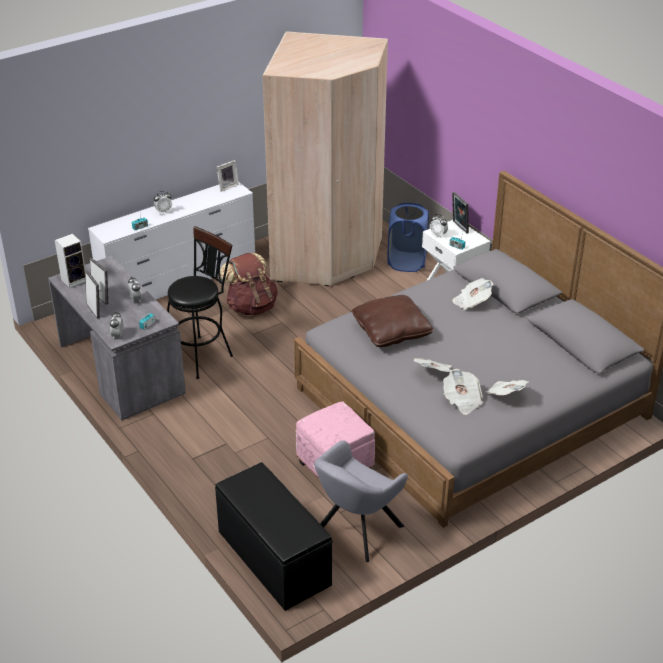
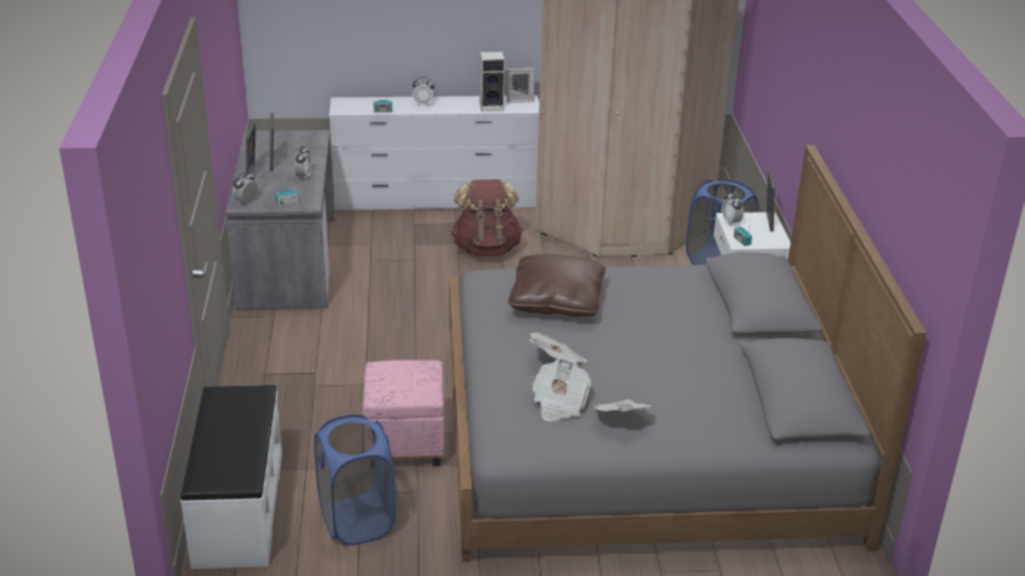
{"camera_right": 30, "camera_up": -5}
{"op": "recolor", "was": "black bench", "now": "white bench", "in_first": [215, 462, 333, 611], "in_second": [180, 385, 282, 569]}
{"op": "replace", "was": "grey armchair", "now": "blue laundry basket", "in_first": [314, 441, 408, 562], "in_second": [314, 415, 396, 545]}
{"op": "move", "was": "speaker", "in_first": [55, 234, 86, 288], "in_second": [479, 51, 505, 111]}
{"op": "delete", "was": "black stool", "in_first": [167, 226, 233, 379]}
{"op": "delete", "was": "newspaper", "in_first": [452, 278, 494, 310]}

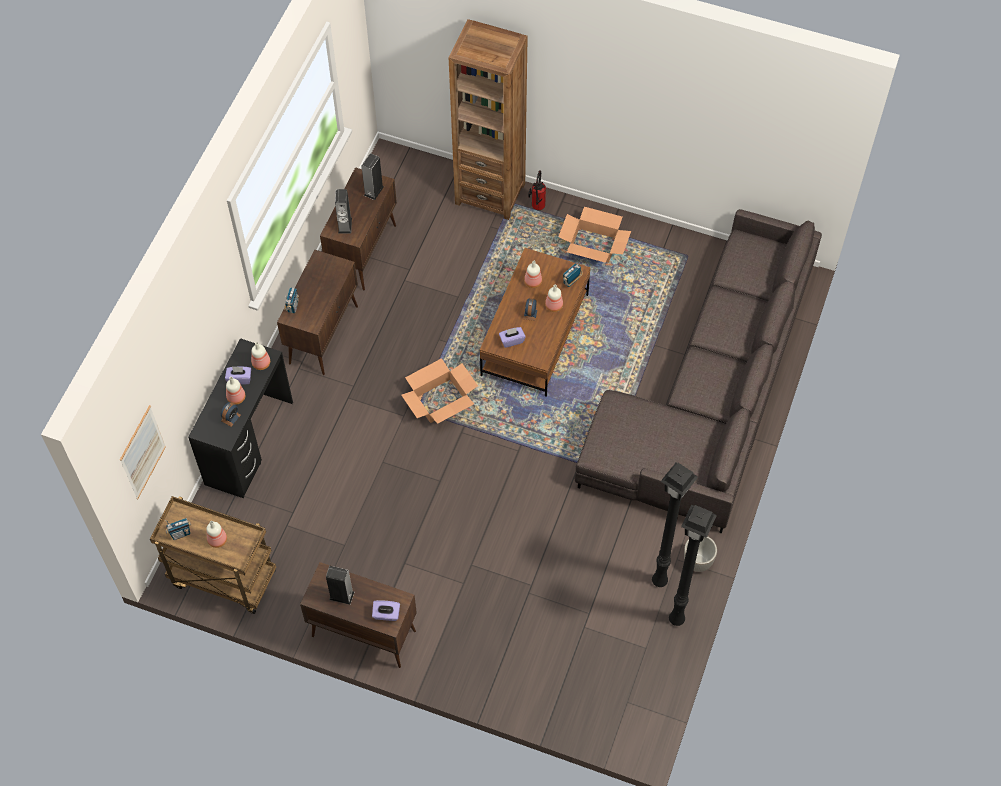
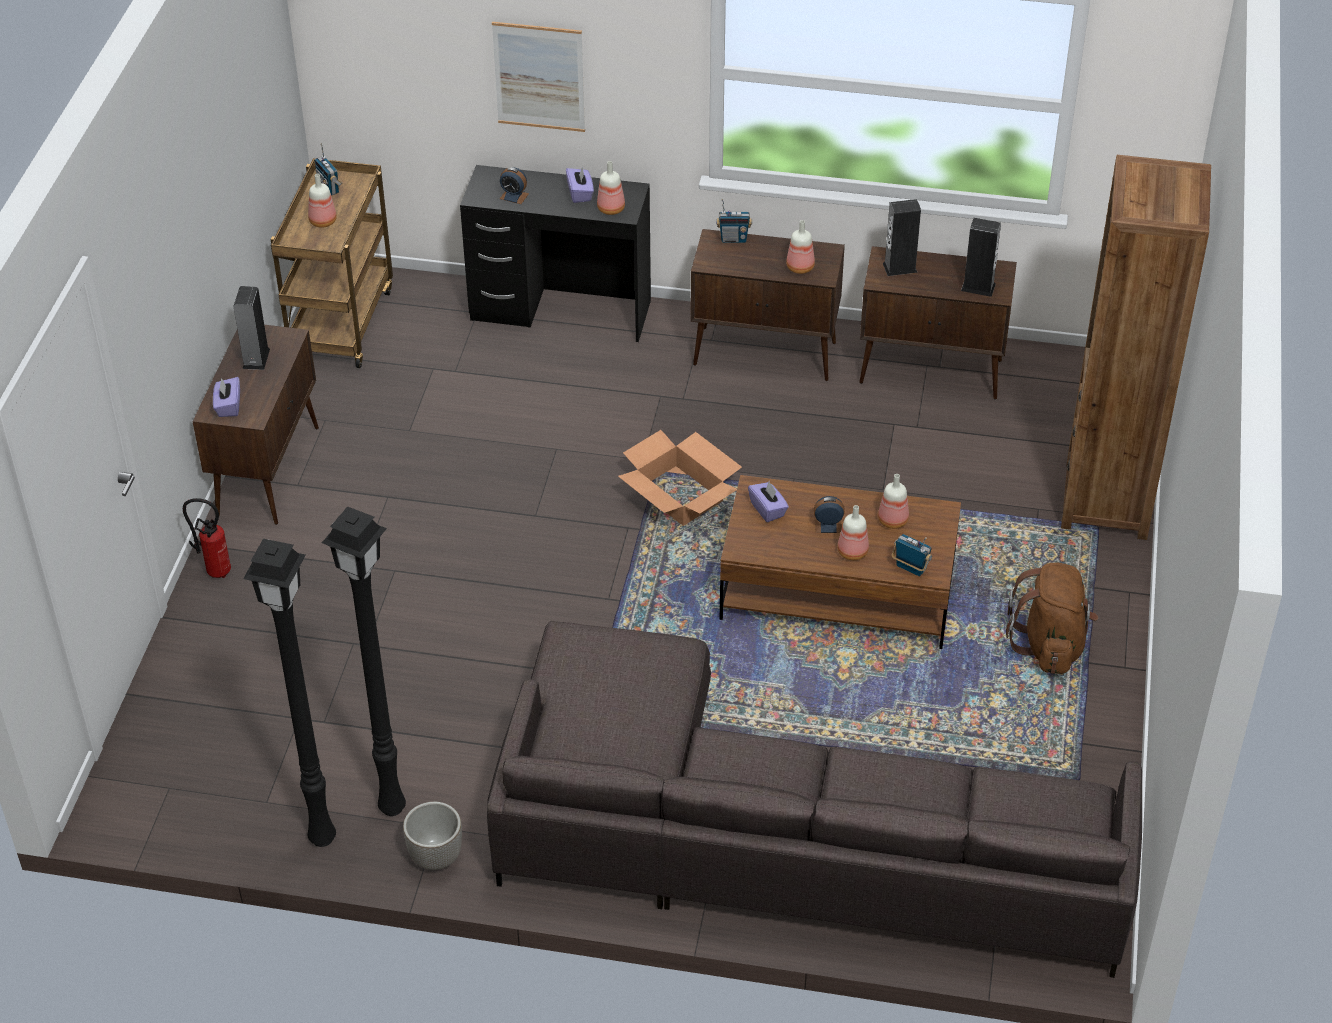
{"camera_right": 80, "camera_up": -15}
{"op": "move", "was": "fire extinguisher", "in_first": [528, 170, 546, 210], "in_second": [183, 498, 231, 578]}
{"op": "move", "was": "picture", "in_first": [120, 405, 166, 500], "in_second": [492, 22, 585, 132]}
{"op": "move", "was": "bottle", "in_first": [226, 377, 245, 405], "in_second": [786, 220, 815, 274]}
{"op": "replace", "was": "cardboard box", "now": "brown backpack", "in_first": [558, 207, 631, 263], "in_second": [1006, 562, 1098, 674]}

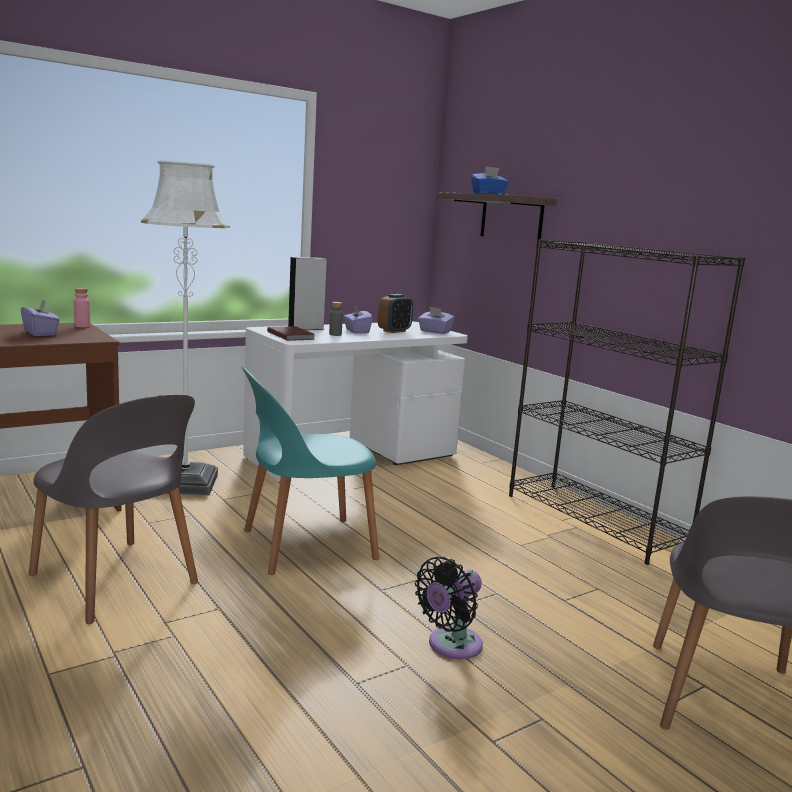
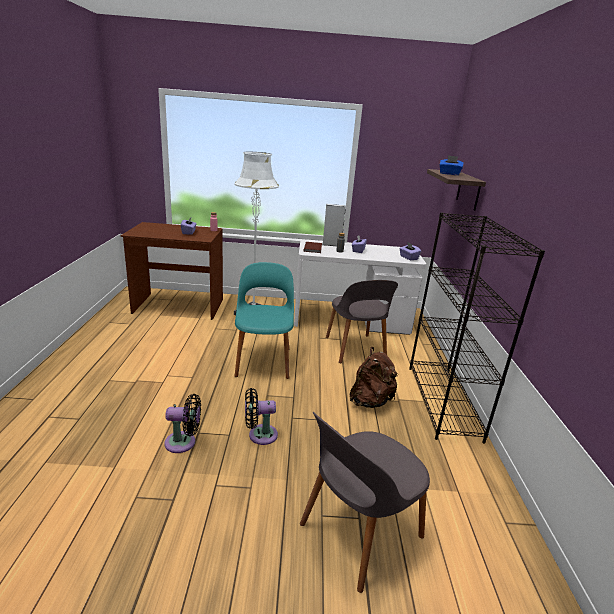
{"camera_right": 35, "camera_up": 10}
{"op": "insert", "now": "black fan", "in_second": [164, 394, 201, 453]}
{"op": "rotate", "was": "turquoise chair", "in_first": [242, 367, 379, 575], "in_second": [235, 262, 294, 379], "clockwise": 75}
{"op": "move", "was": "grey chair", "in_first": [29, 394, 198, 624], "in_second": [326, 280, 398, 363]}
{"op": "insert", "now": "brown backpack", "in_second": [349, 347, 399, 408]}
{"op": "delete", "was": "alarm clock", "in_first": [378, 294, 413, 333]}

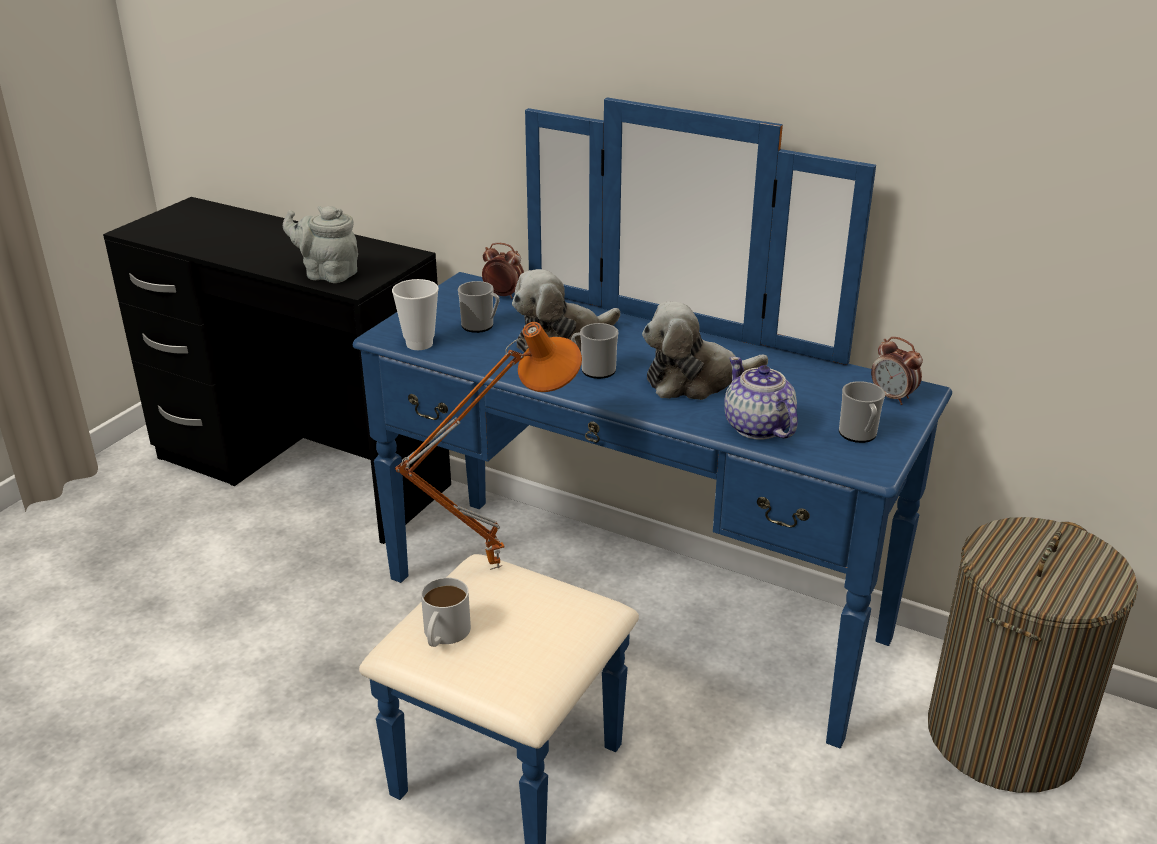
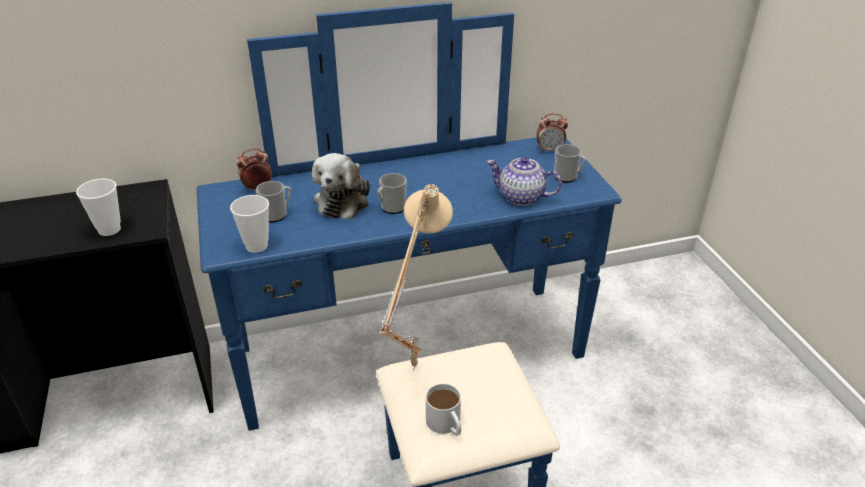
{"camera_right": -45, "camera_up": 5}
{"op": "replace", "was": "grey teapot", "now": "cup", "in_first": [283, 206, 358, 283], "in_second": [76, 179, 121, 236]}
{"op": "recolor", "was": "orange table lamp", "now": "beige table lamp", "in_first": [395, 322, 582, 570], "in_second": [380, 184, 453, 370]}
{"op": "delete", "was": "plush toy", "in_first": [642, 301, 768, 400]}
{"op": "delete", "was": "laundry basket", "in_first": [928, 517, 1138, 793]}

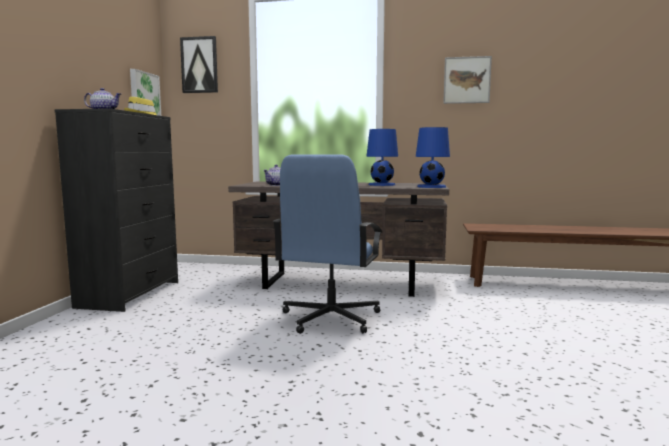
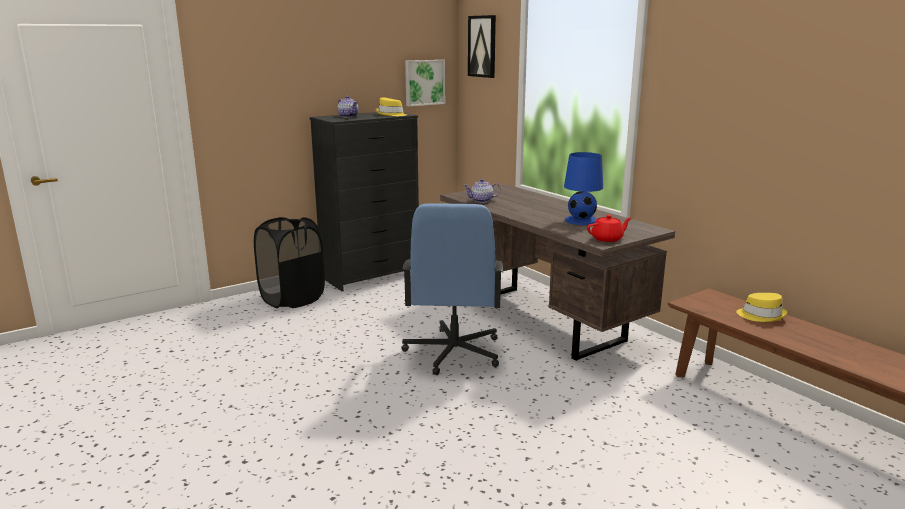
{"camera_right": 45, "camera_up": 10}
{"op": "insert", "now": "black laundry basket", "in_second": [254, 217, 325, 308]}
{"op": "rotate", "was": "blue office chair", "in_first": [273, 154, 382, 334], "in_second": [402, 203, 503, 375], "clockwise": -60}
{"op": "replace", "was": "blue table lamp", "now": "red teapot", "in_first": [416, 127, 450, 188], "in_second": [587, 215, 632, 242]}
{"op": "insert", "now": "yellow hat", "in_second": [736, 293, 787, 322]}
{"op": "delete", "was": "picture", "in_first": [443, 56, 492, 104]}

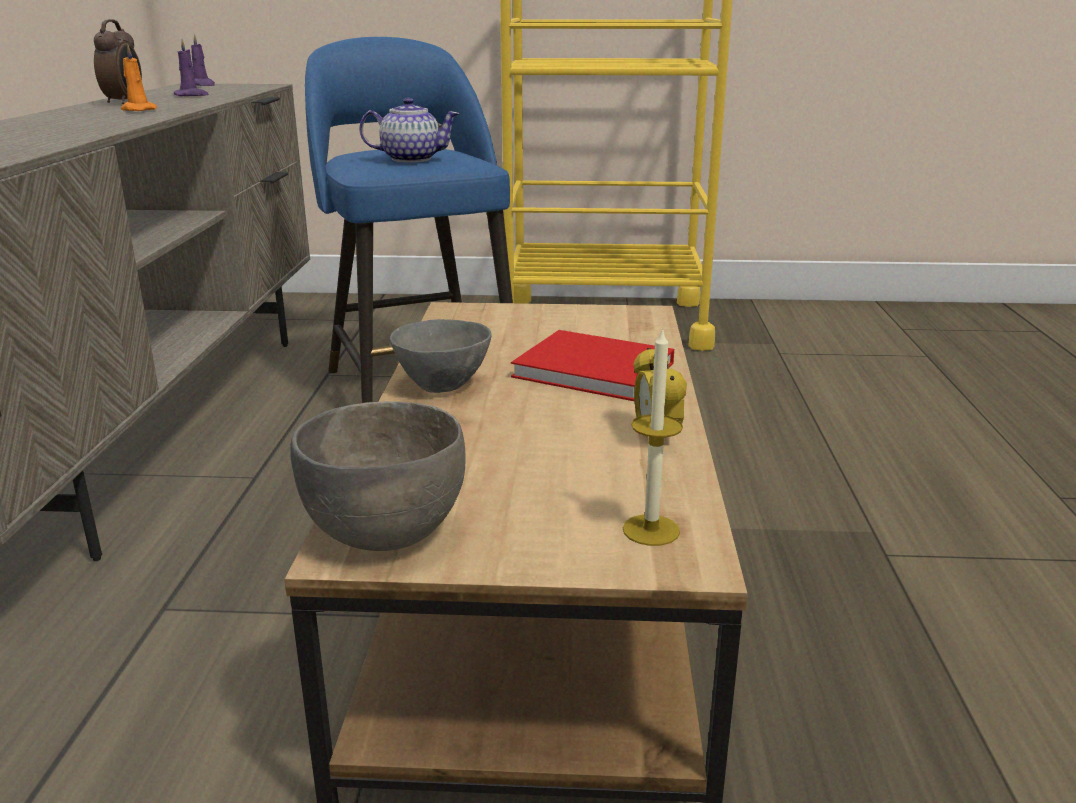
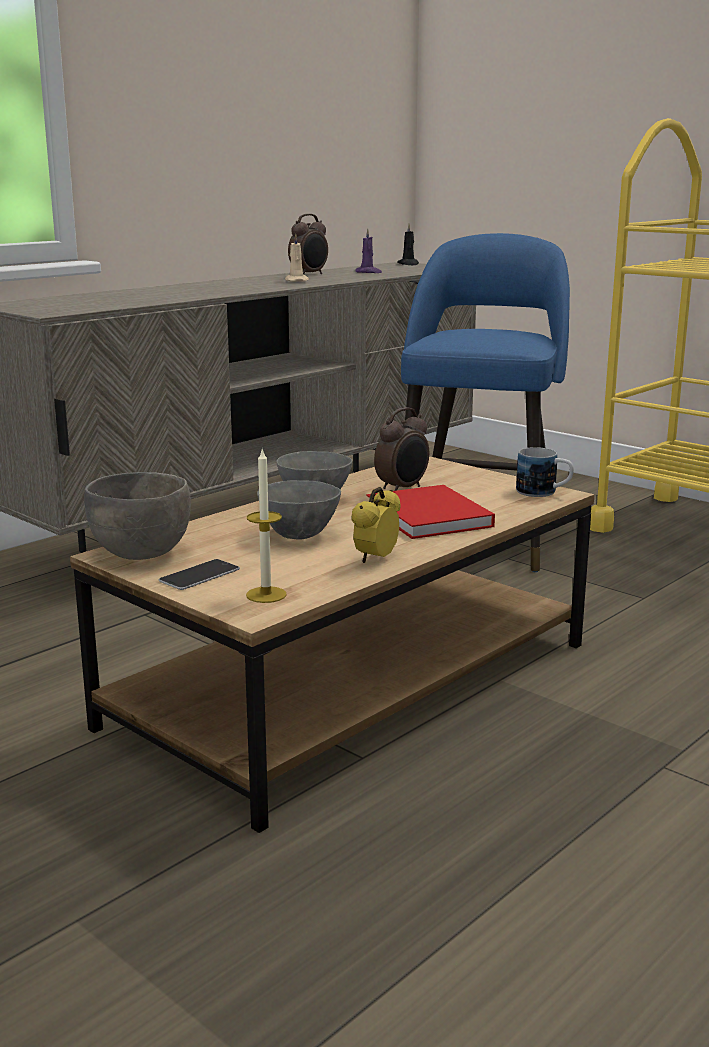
{"camera_right": 40, "camera_up": -5}
{"op": "insert", "now": "phone", "in_second": [159, 559, 240, 590]}
{"op": "insert", "now": "grey bowl", "in_second": [257, 480, 341, 540]}
{"op": "recolor", "was": "orange candle", "now": "beige candle", "in_first": [121, 45, 157, 111], "in_second": [285, 234, 309, 282]}
{"op": "insert", "now": "alarm clock", "in_second": [374, 407, 429, 491]}
{"op": "recolor", "was": "purple candle", "now": "black candle", "in_first": [191, 34, 215, 86], "in_second": [397, 224, 419, 265]}
{"op": "insert", "now": "mug", "in_second": [516, 447, 574, 497]}
{"op": "delete", "was": "teapot", "in_first": [359, 98, 460, 162]}

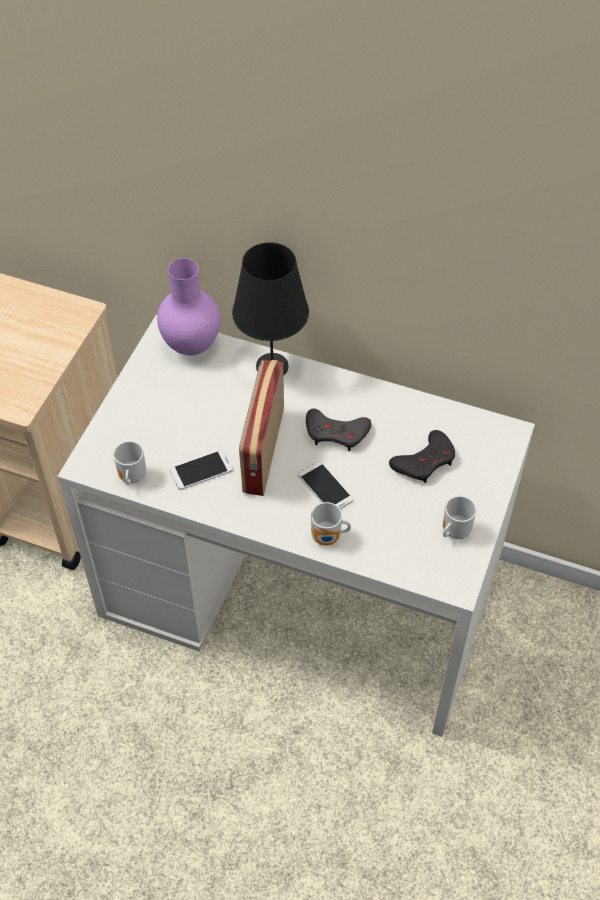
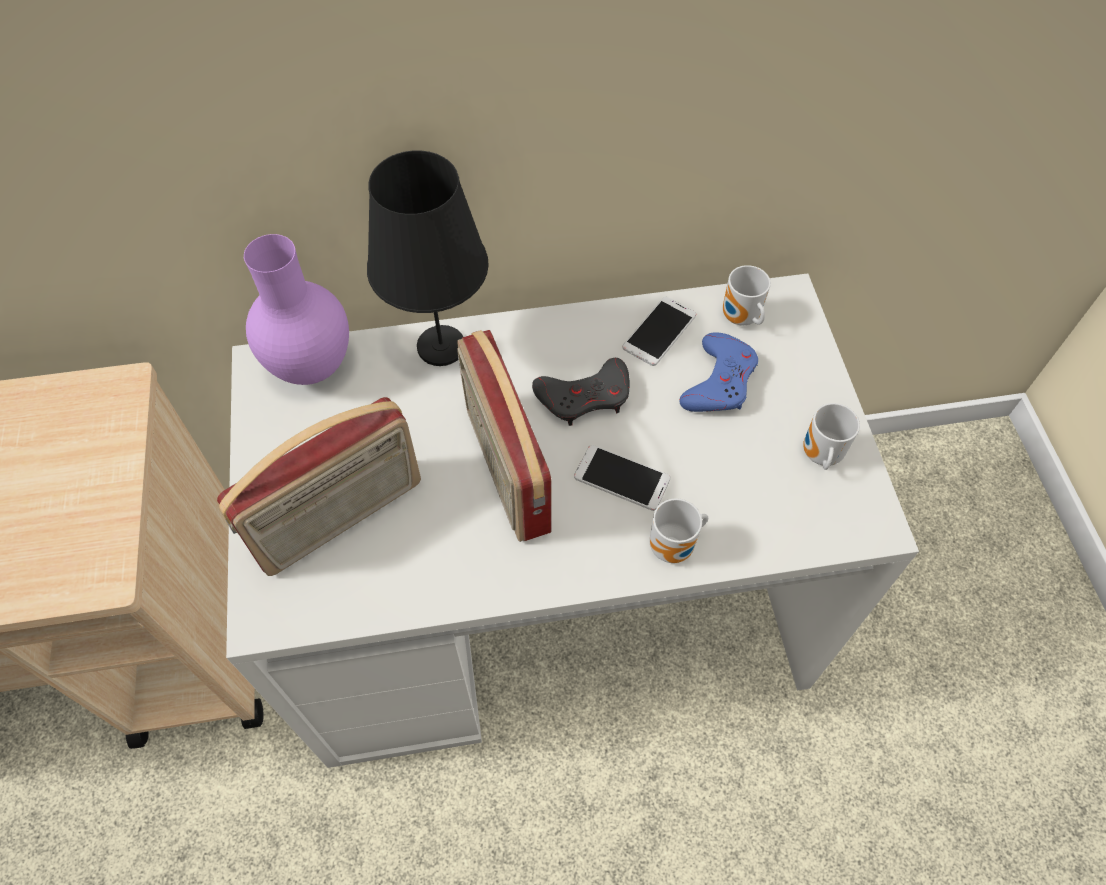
{"camera_right": -30, "camera_up": 5}
{"op": "insert", "now": "radio", "in_second": [217, 397, 421, 576]}
{"op": "move", "was": "phone", "in_first": [170, 450, 233, 490], "in_second": [623, 297, 696, 366]}
{"op": "recolor", "was": "black game controller", "now": "blue game controller", "in_first": [389, 430, 455, 483], "in_second": [679, 332, 758, 412]}
{"op": "move", "was": "mug", "in_first": [113, 441, 146, 485], "in_second": [723, 265, 771, 326]}

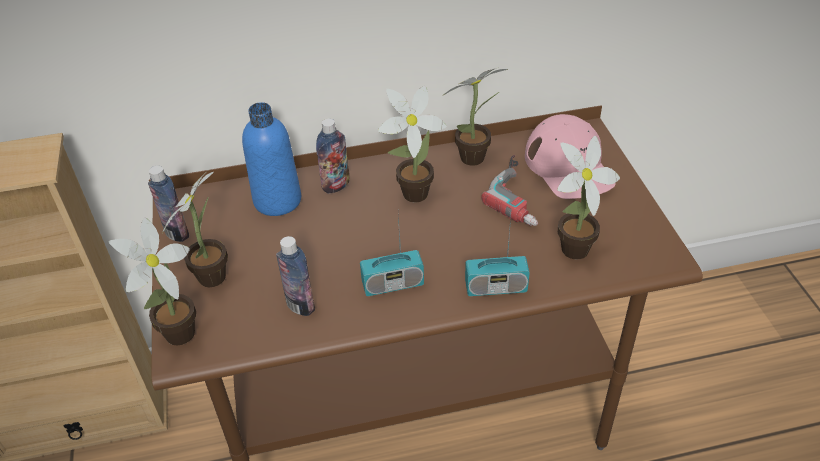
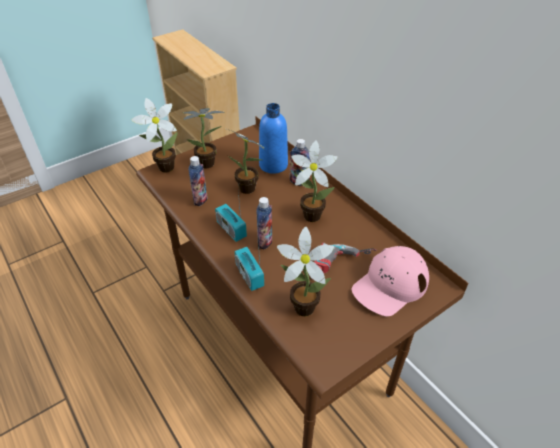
{"camera_right": 65, "camera_up": 0}
{"op": "move", "was": "potted plant", "in_first": [442, 67, 508, 166], "in_second": [227, 129, 264, 194]}
{"op": "move", "was": "bottle", "in_first": [148, 166, 189, 242], "in_second": [256, 197, 272, 250]}

